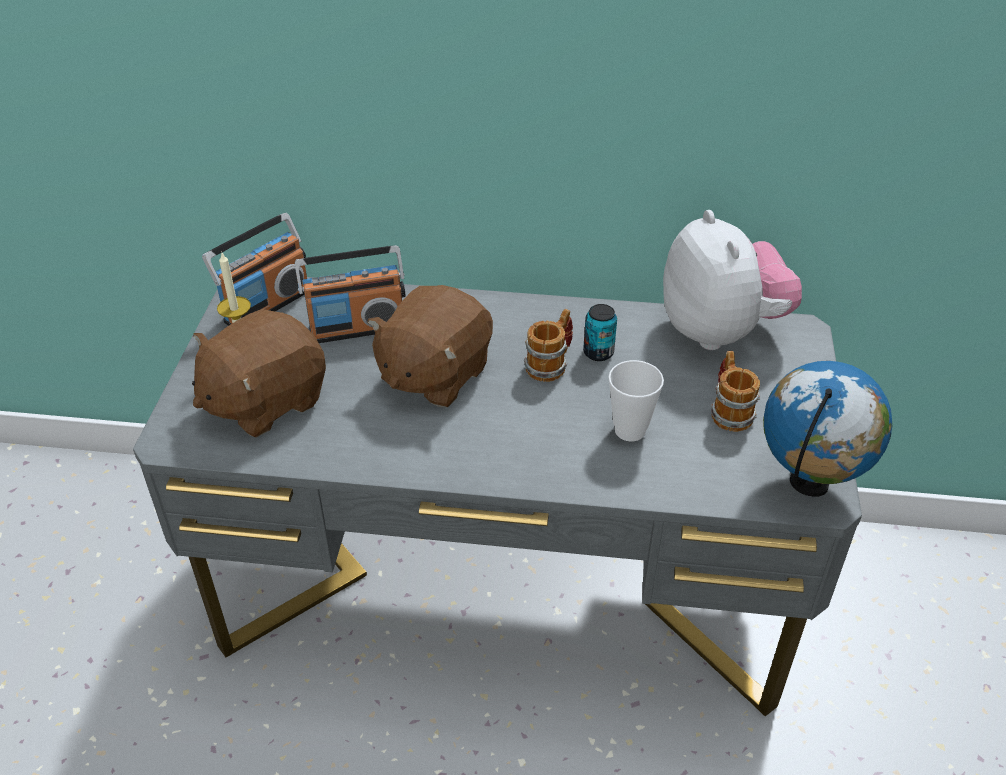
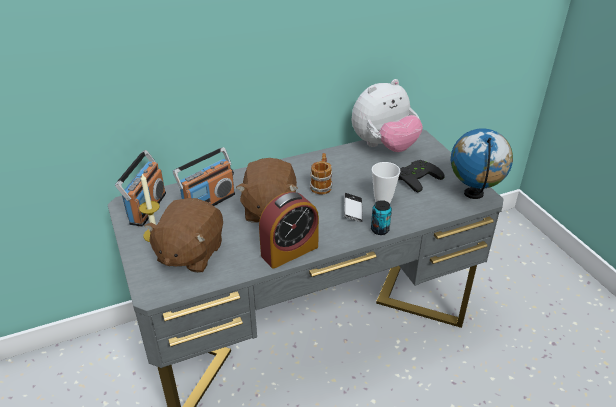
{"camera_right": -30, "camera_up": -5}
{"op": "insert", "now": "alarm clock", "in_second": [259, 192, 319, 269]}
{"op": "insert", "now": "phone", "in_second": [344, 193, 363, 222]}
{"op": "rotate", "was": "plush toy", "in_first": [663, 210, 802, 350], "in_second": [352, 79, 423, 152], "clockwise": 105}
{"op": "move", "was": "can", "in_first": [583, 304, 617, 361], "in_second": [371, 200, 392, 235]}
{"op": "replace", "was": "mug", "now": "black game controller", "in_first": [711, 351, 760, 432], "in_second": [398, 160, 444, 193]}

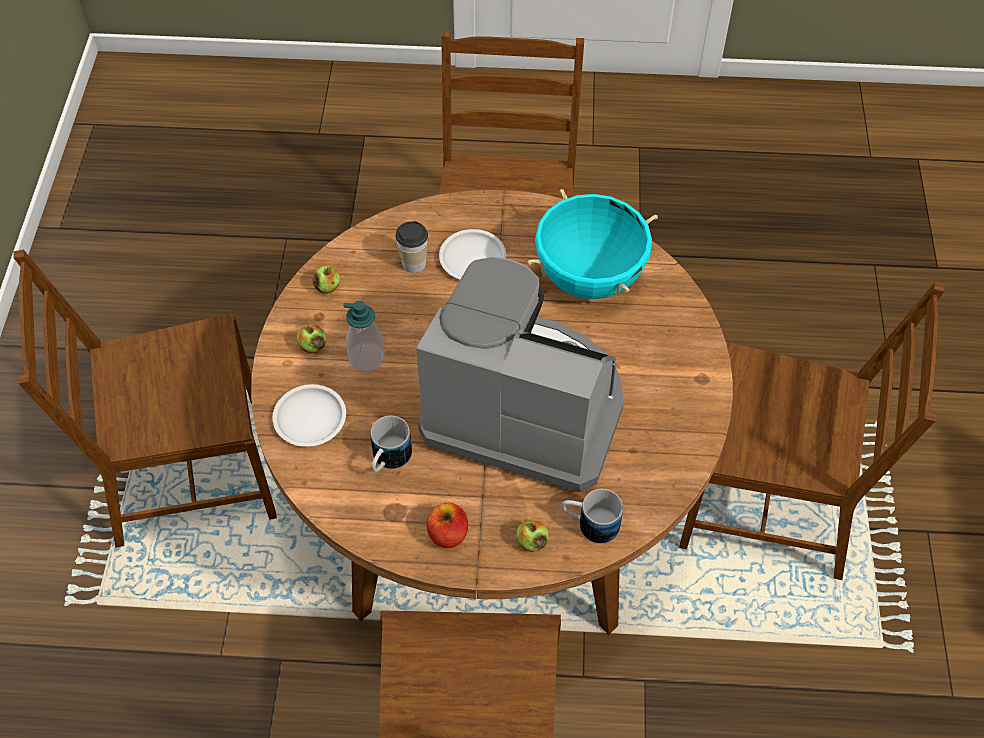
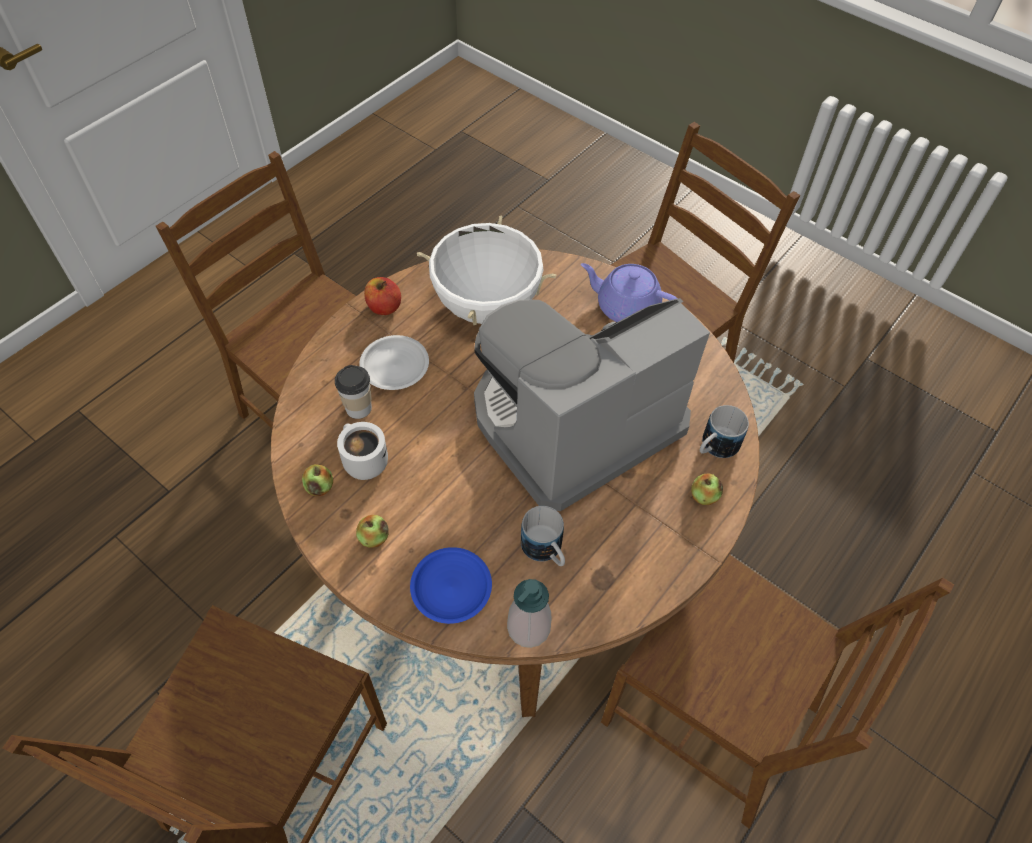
{"camera_right": -55, "camera_up": 0}
{"op": "insert", "now": "white mug", "in_second": [337, 422, 388, 480]}
{"op": "move", "was": "apple", "in_first": [426, 502, 468, 548], "in_second": [364, 277, 401, 315]}
{"op": "recolor", "was": "white plate", "now": "blue plate", "in_first": [273, 384, 346, 447], "in_second": [410, 547, 492, 624]}
{"op": "recolor", "was": "turquoise cooking pot", "now": "white cooking pot", "in_first": [528, 189, 658, 299], "in_second": [417, 215, 556, 325]}
{"op": "move", "was": "soap dispenser", "in_first": [343, 301, 385, 371], "in_second": [507, 579, 552, 648]}
{"op": "insert", "now": "purple teapot", "in_second": [581, 263, 678, 322]}

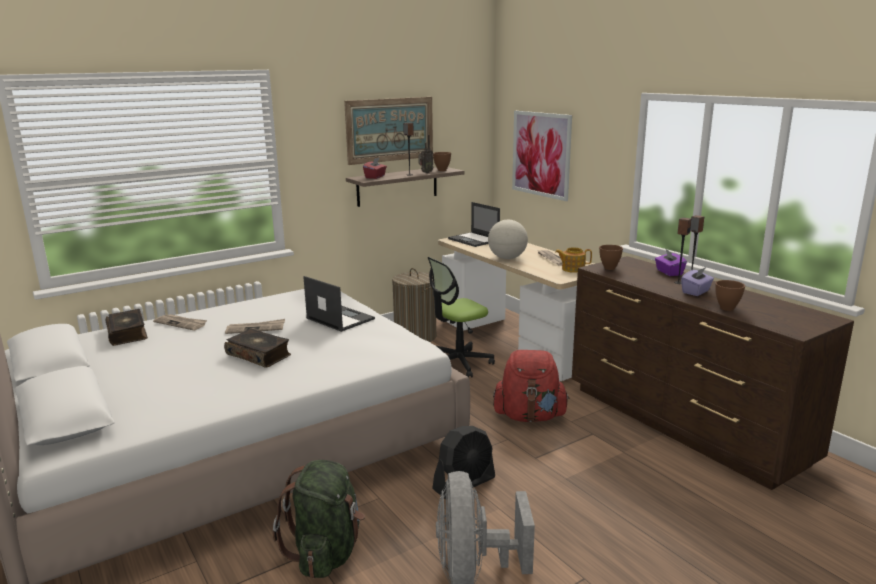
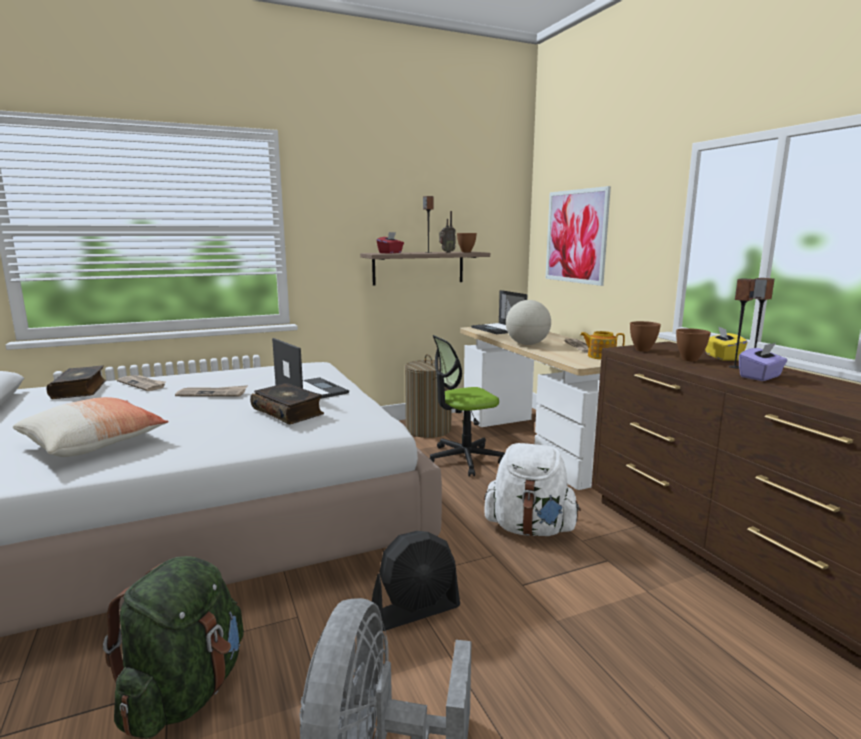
{"camera_right": 10, "camera_up": -5}
{"op": "insert", "now": "pillow", "in_second": [13, 397, 168, 457]}
{"op": "move", "was": "book", "in_first": [224, 329, 291, 368], "in_second": [250, 383, 324, 424]}
{"op": "recolor", "was": "red backpack", "now": "white backpack", "in_first": [493, 350, 570, 422], "in_second": [484, 443, 581, 536]}
{"op": "move", "was": "brown bowl", "in_first": [715, 280, 745, 311], "in_second": [676, 328, 711, 361]}
{"op": "recolor", "was": "purple tissue box", "now": "yellow tissue box", "in_first": [655, 250, 687, 276], "in_second": [705, 326, 747, 360]}
{"op": "delete", "was": "picture", "in_first": [344, 97, 433, 165]}

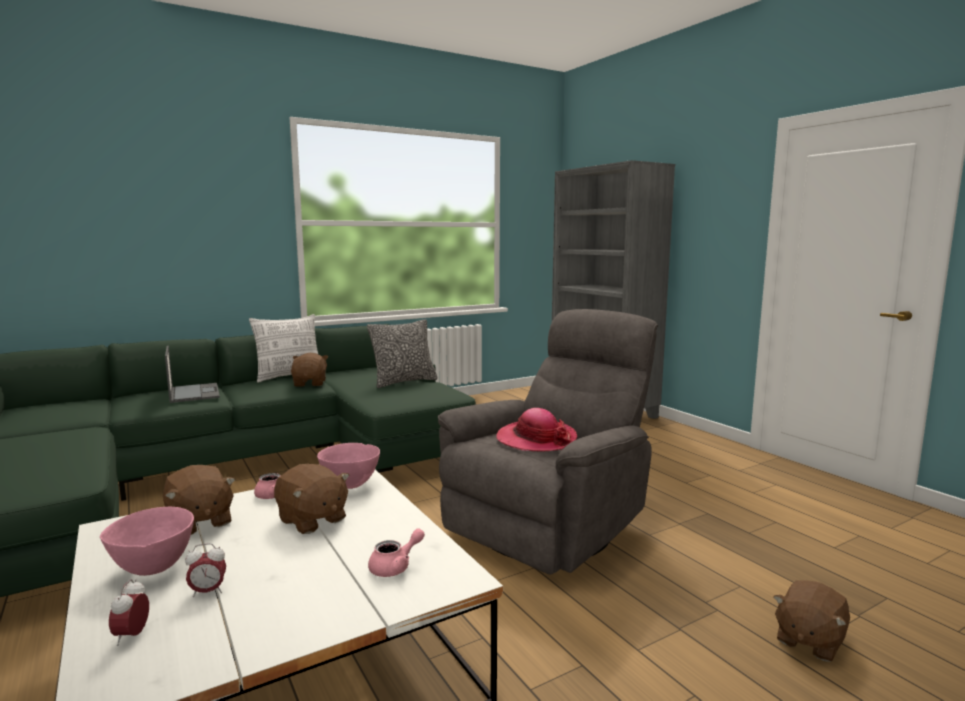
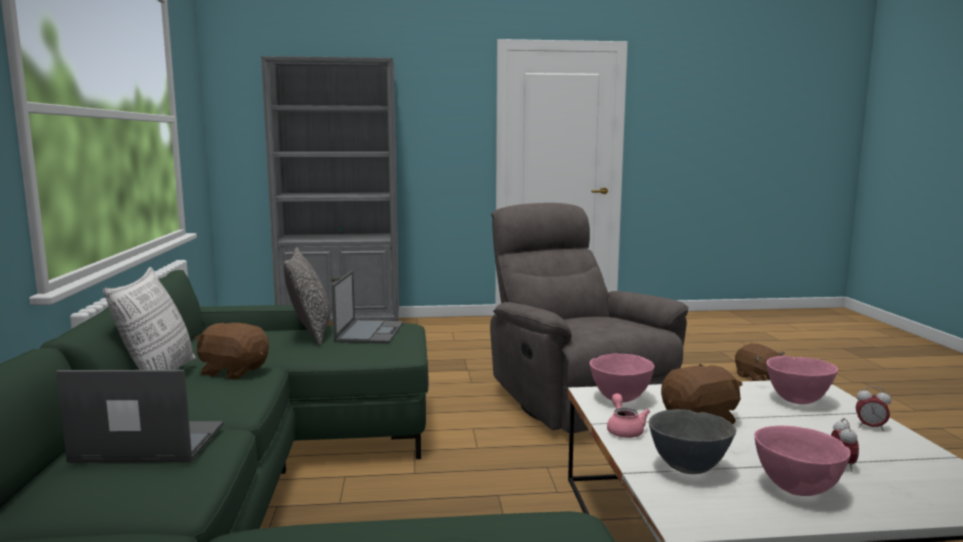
{"camera_right": -65, "camera_up": 0}
{"op": "insert", "now": "laptop", "in_second": [332, 270, 403, 344]}
{"op": "replace", "was": "brown plush toy", "now": "grey bowl", "in_first": [163, 465, 236, 535], "in_second": [649, 409, 736, 474]}
{"op": "replace", "was": "pink teapot", "now": "pink bowl", "in_first": [368, 528, 425, 577], "in_second": [766, 356, 838, 404]}
{"op": "move", "was": "alarm clock", "in_first": [109, 579, 149, 646], "in_second": [856, 386, 891, 431]}
{"op": "delete", "was": "hat", "in_first": [496, 408, 577, 451]}

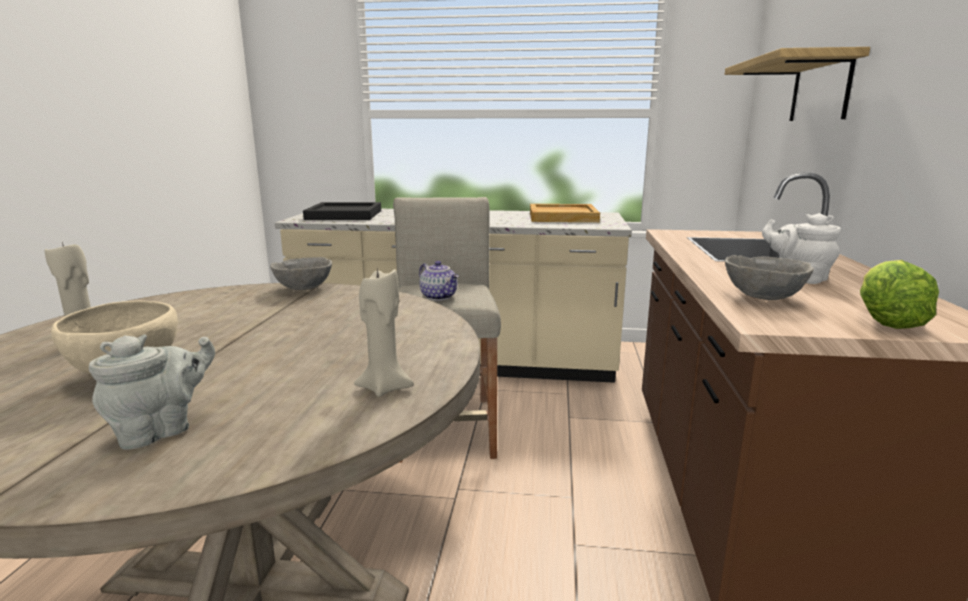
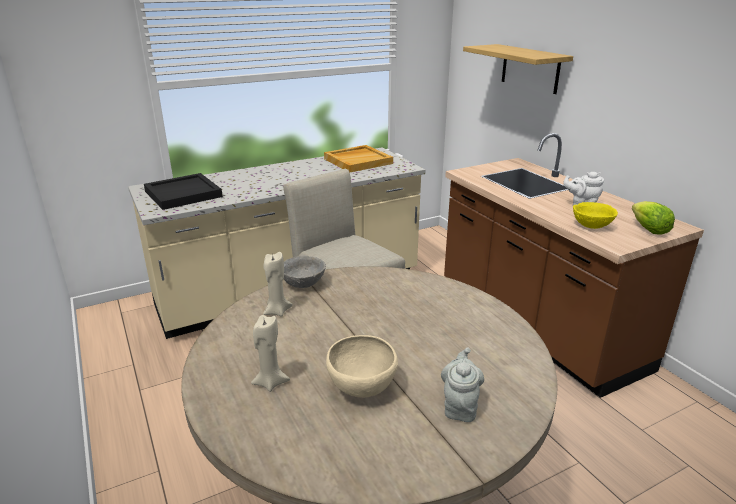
{"camera_right": -35, "camera_up": 10}
{"op": "move", "was": "beige candle", "in_first": [354, 269, 414, 397], "in_second": [263, 252, 293, 317]}
{"op": "recolor", "was": "grey bowl", "now": "yellow bowl", "in_first": [725, 255, 814, 300], "in_second": [573, 202, 618, 229]}
{"op": "delete", "was": "teapot", "in_first": [419, 261, 459, 301]}

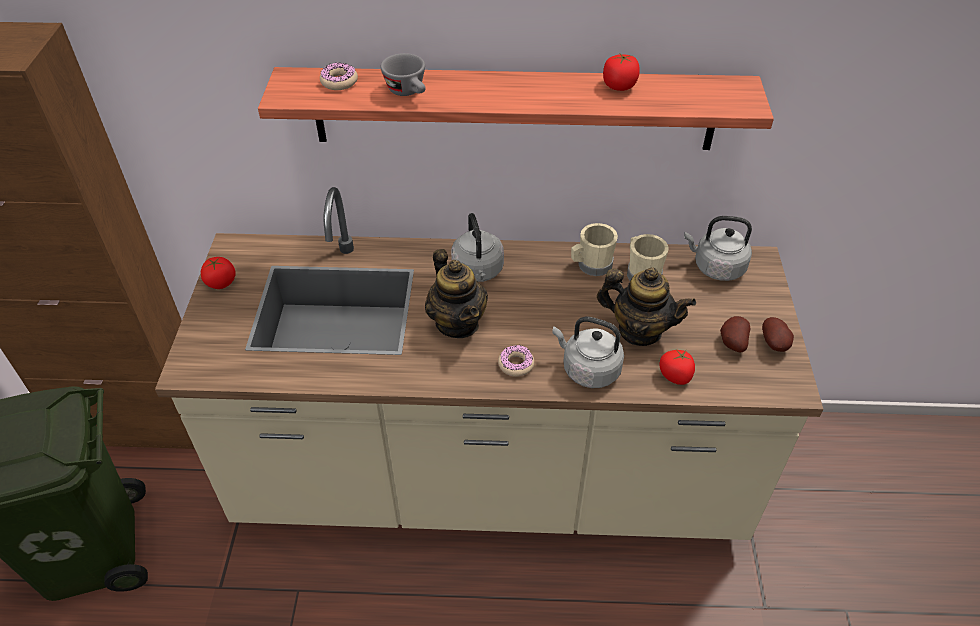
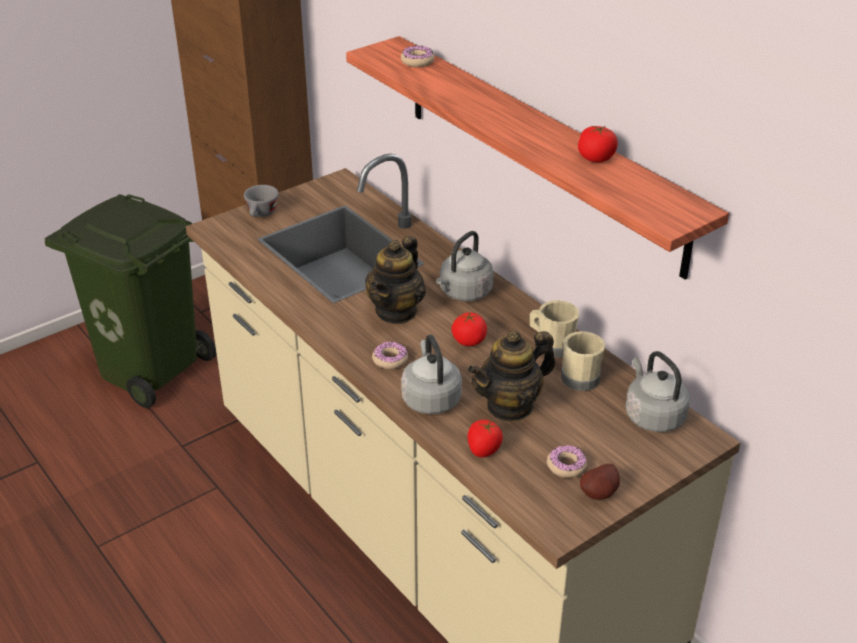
{"camera_right": 50, "camera_up": -10}
{"op": "move", "was": "grey cup", "in_first": [381, 53, 426, 96], "in_second": [244, 185, 279, 217]}
{"op": "move", "was": "tomato", "in_first": [201, 257, 236, 289], "in_second": [451, 312, 487, 346]}
{"op": "rotate", "was": "teapot", "in_first": [597, 267, 696, 346], "in_second": [467, 331, 555, 422], "clockwise": 75}
{"op": "replace", "was": "potato", "now": "donut", "in_first": [720, 316, 750, 353], "in_second": [547, 444, 587, 478]}

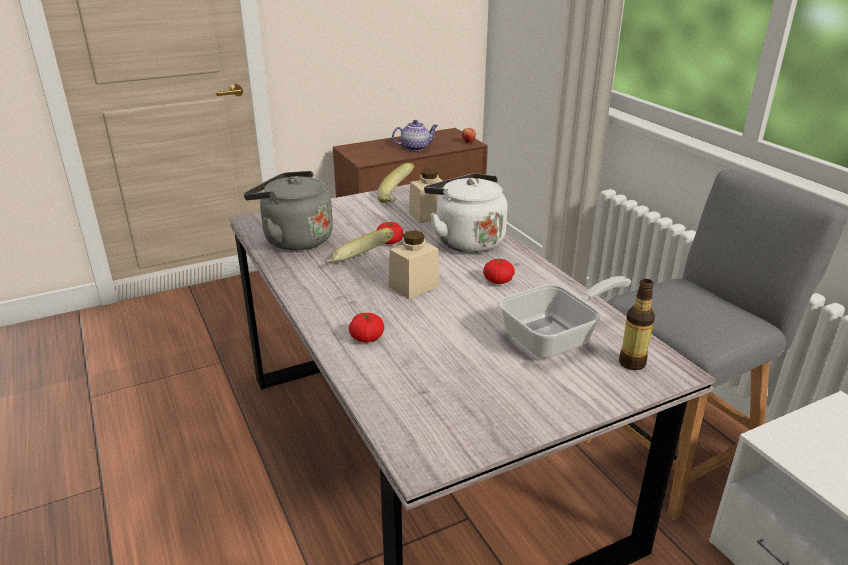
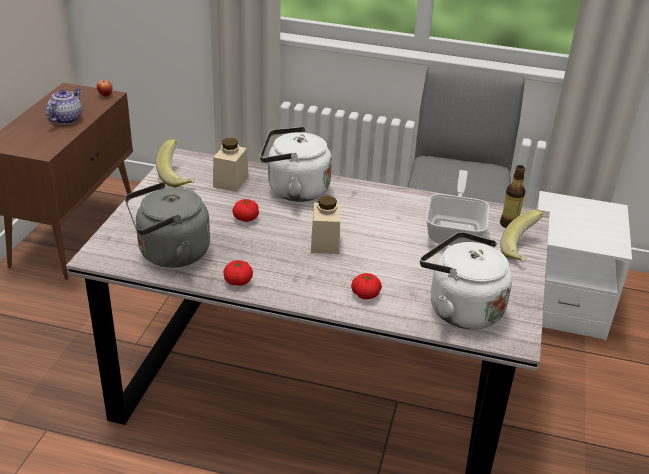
{"camera_right": -50, "camera_up": 5}
{"op": "move", "was": "tomato", "in_first": [483, 259, 515, 284], "in_second": [224, 260, 253, 286]}
{"op": "insert", "now": "white kettle", "in_second": [420, 232, 512, 330]}
{"op": "move", "was": "banana", "in_first": [326, 228, 394, 263], "in_second": [500, 210, 543, 262]}

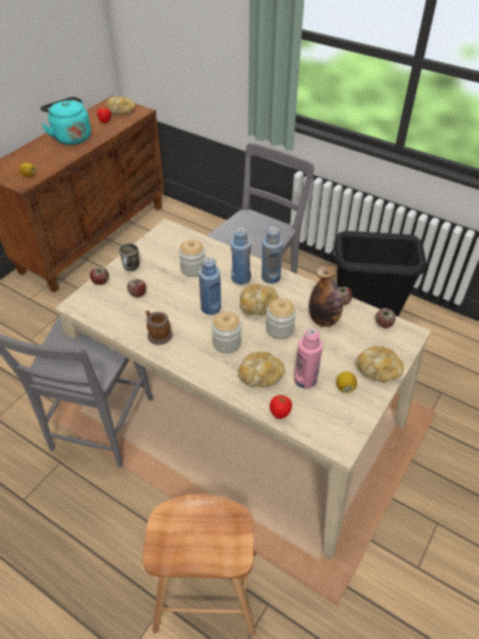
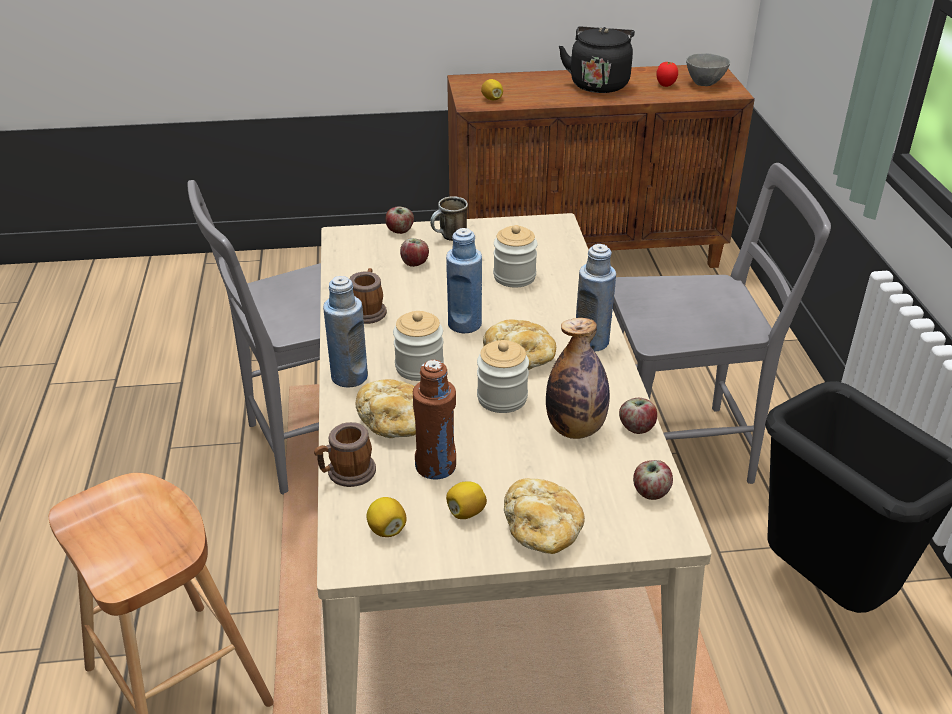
{"camera_right": 50, "camera_up": -10}
{"op": "replace", "was": "tomato", "now": "mug", "in_first": [270, 395, 292, 419], "in_second": [314, 422, 376, 487]}
{"op": "move", "was": "blue bottle", "in_first": [231, 227, 251, 285], "in_second": [323, 276, 368, 388]}
{"op": "insert", "now": "lemon", "in_second": [367, 497, 407, 537]}
{"op": "recolor", "was": "pink bottle", "now": "brown bottle", "in_first": [294, 328, 323, 388], "in_second": [413, 360, 456, 480]}
{"op": "recolor", "was": "turquoise kettle", "now": "black kettle", "in_first": [40, 97, 91, 145], "in_second": [559, 27, 635, 93]}
{"op": "replace", "was": "bread", "now": "grey bowl", "in_first": [106, 96, 135, 115], "in_second": [686, 53, 730, 86]}

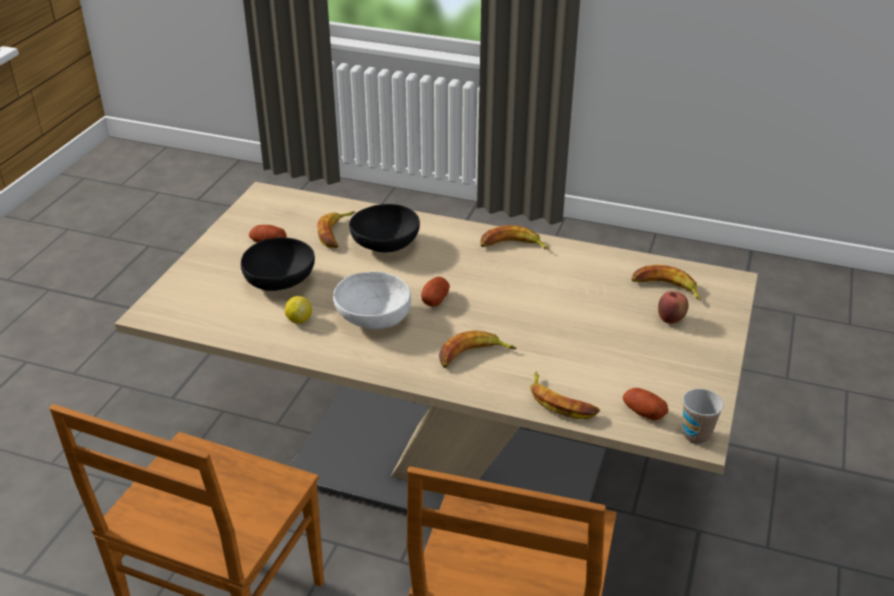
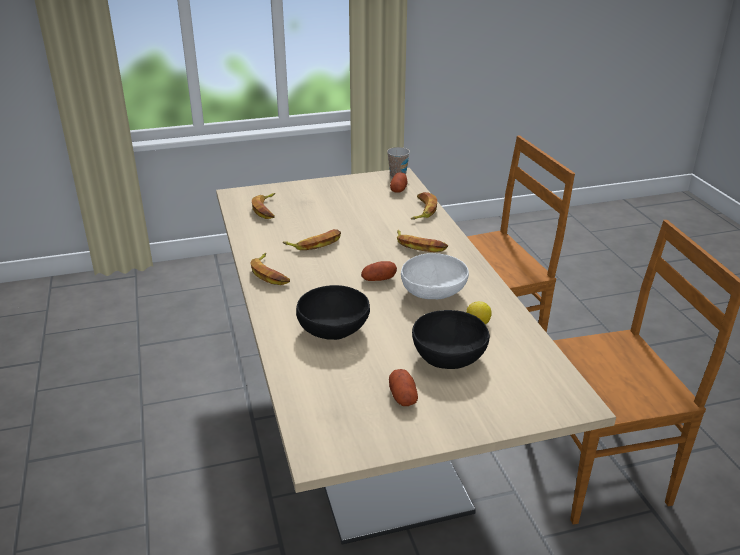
{"camera_right": -125, "camera_up": -5}
{"op": "move", "was": "banana", "in_first": [317, 211, 355, 248], "in_second": [283, 229, 341, 250]}
{"op": "delete", "was": "apple", "in_first": [658, 291, 689, 324]}

